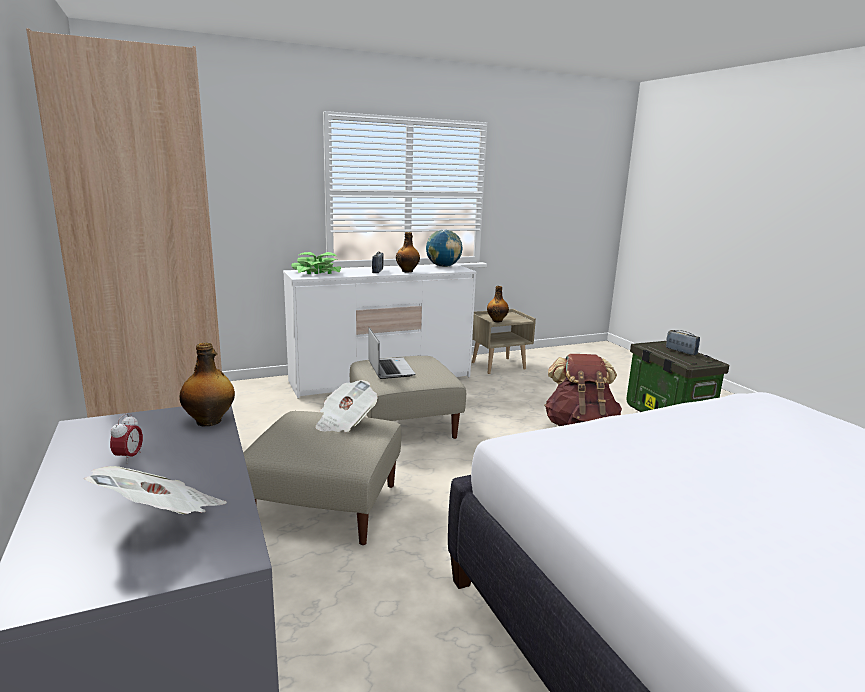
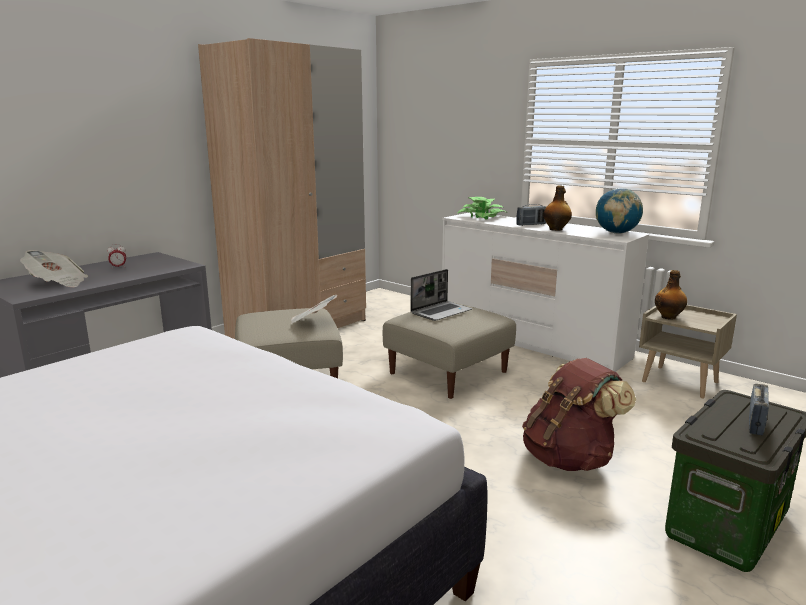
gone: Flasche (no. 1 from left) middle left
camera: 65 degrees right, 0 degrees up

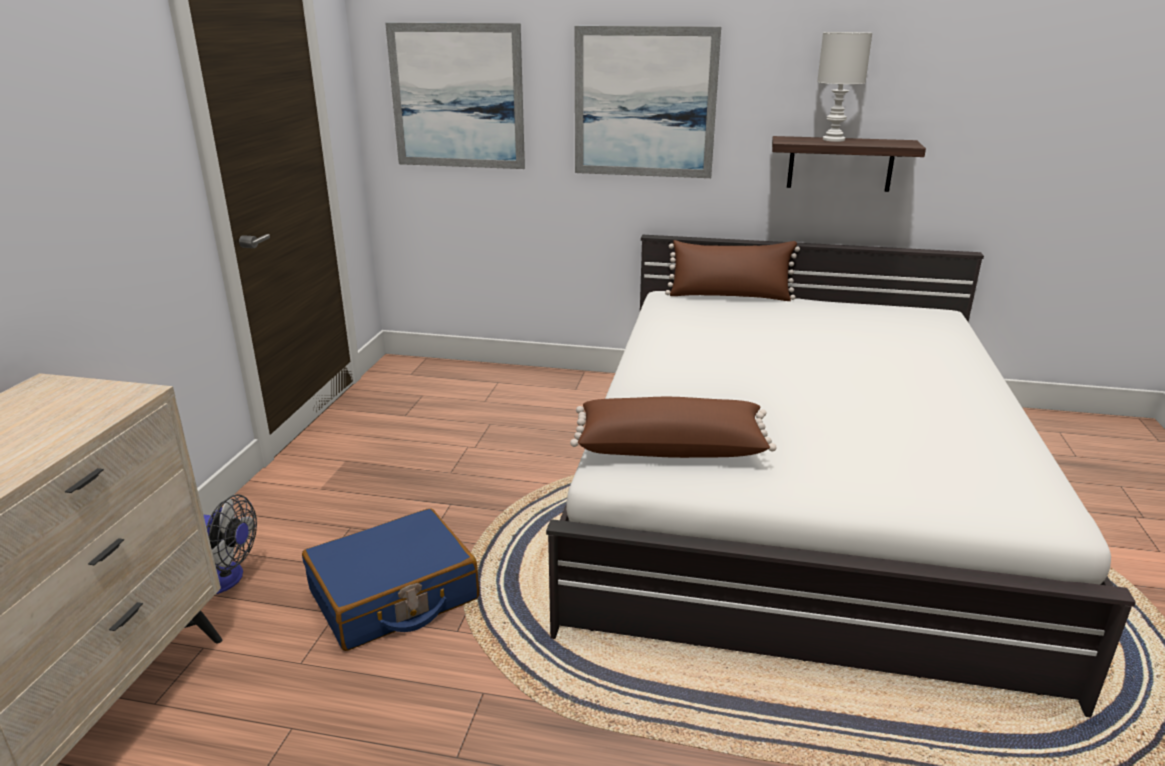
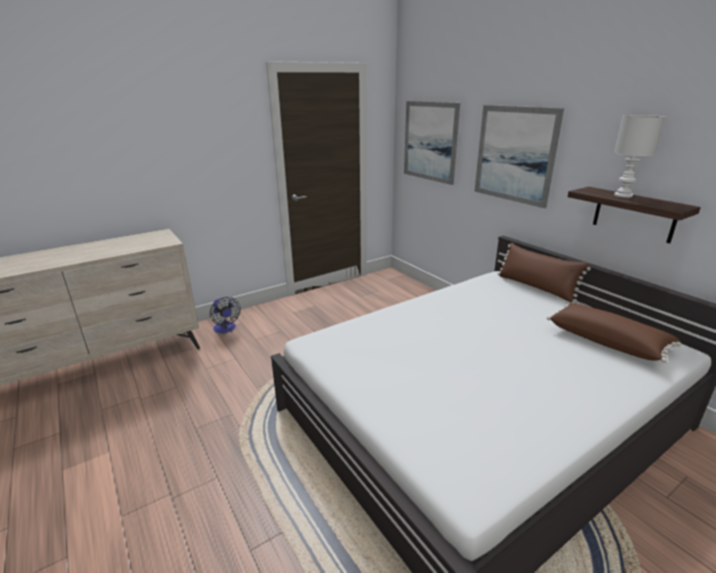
gone: Koffer (blau) bottom centre
shifted: Kissen (braun) (no. 1 from left in the first image) centre to Kissen (braun) (no. 2 from left) middle right
camera: 45 degrees right, 0 degrees up

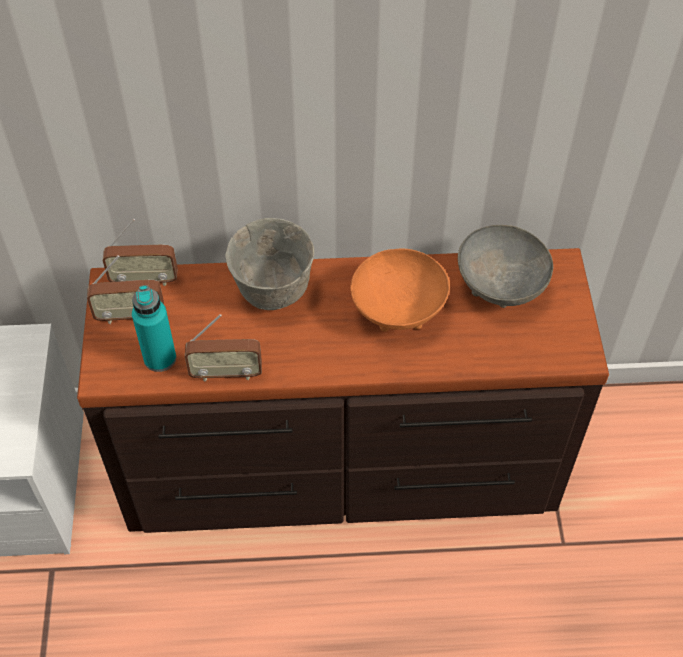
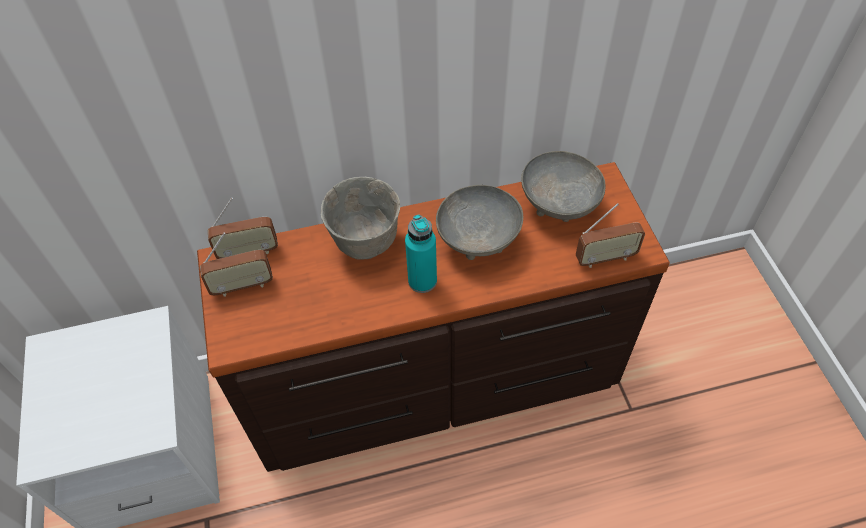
shifted: Flasche (türkis) middle left to centre; Radio (no. 3 from left) middle left to middle right
repainted: Schüssel (orange) centre to Schüssel (grau) (no. 2 from left) centre
camera: 10 degrees left, 0 degrees up

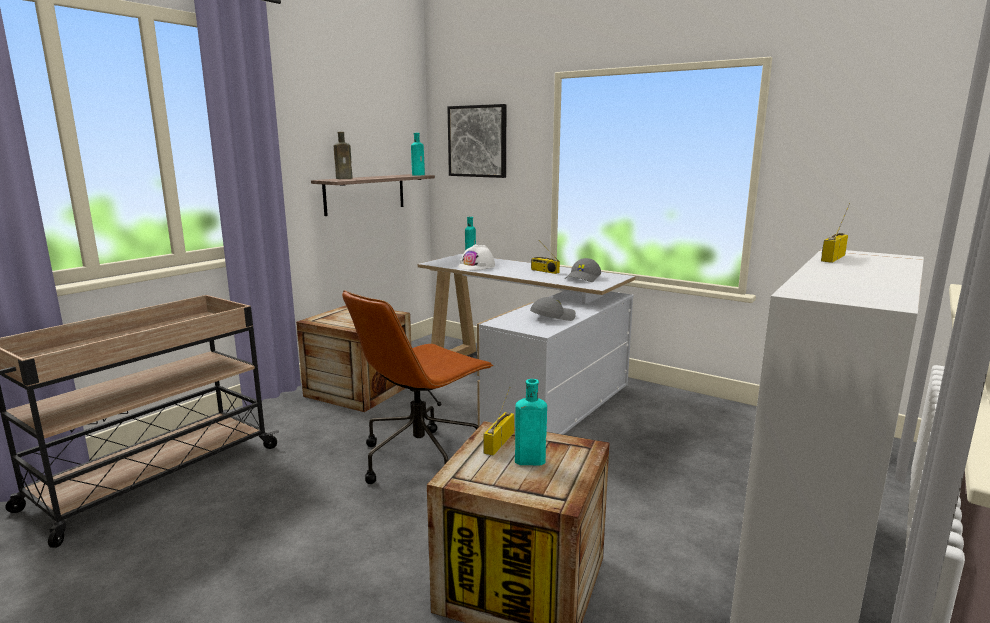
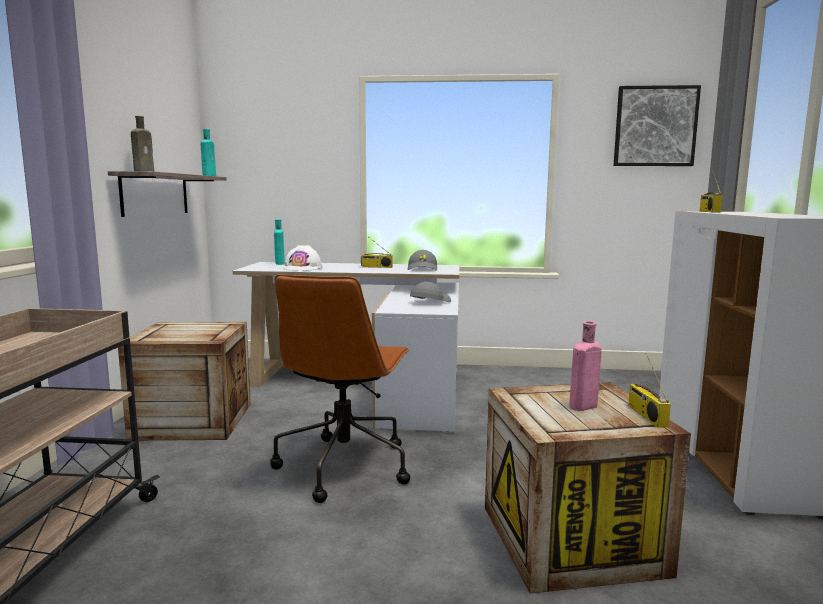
shifted: Bild top centre to top right; Radio (no. 1 from left in the first image) bottom centre to Radio (no. 2 from left) middle right
repainted: Flasche (türkis) (no. 3 from left) bottom centre to Flasche (rosa) middle right
camera: 30 degrees left, 5 degrees down

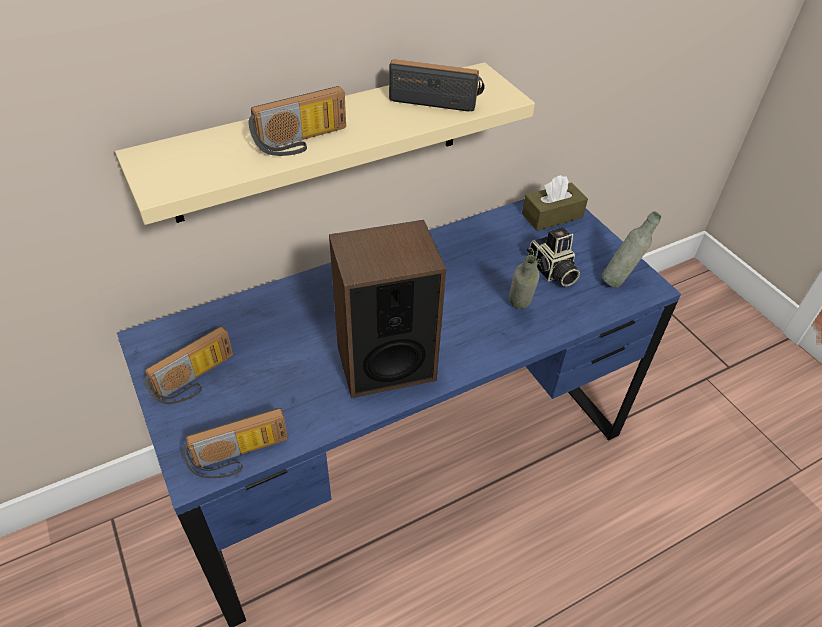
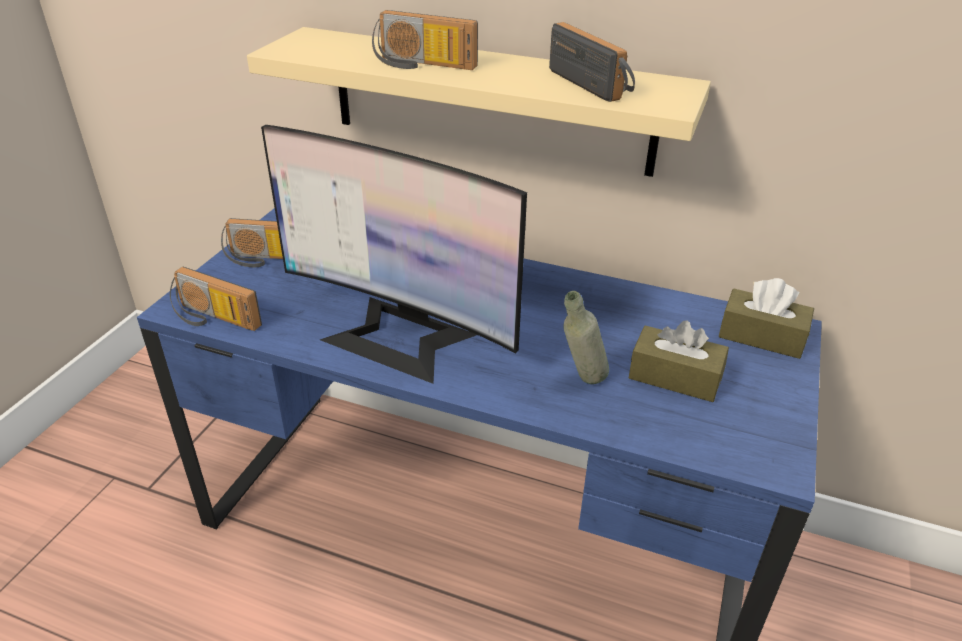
gone: Flasche (grau) (no. 2 from left) middle right
swapped: Lautsprecher centre to Monitor centre; Kamera middle right to Taschentuchbox (braun) (no. 1 from left) middle right
camera: 50 degrees right, 10 degrees down

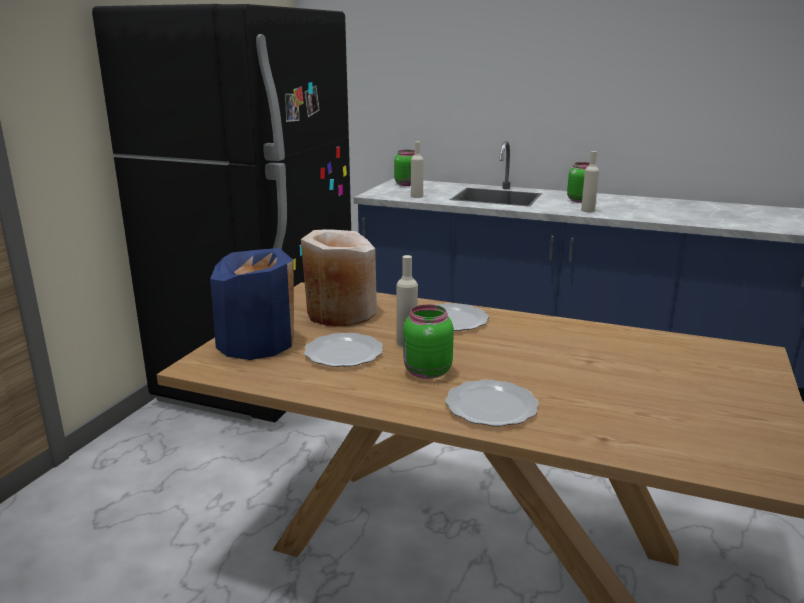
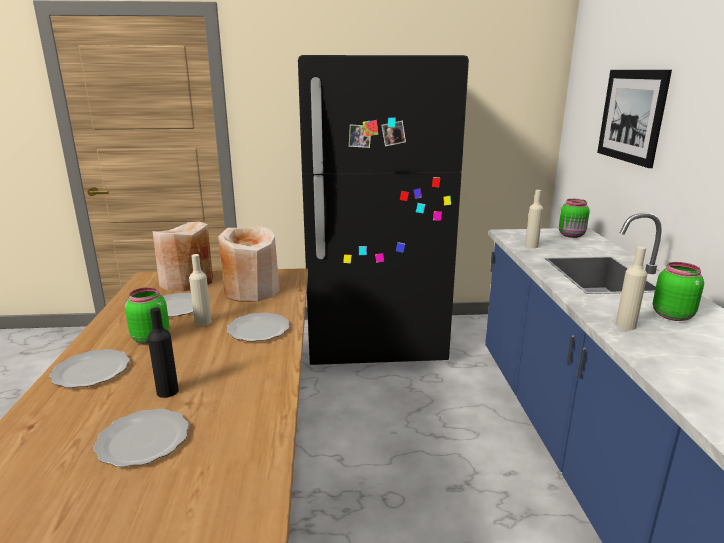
new: Teller (no. 2 from left) bottom left; Flasche (schwarz) middle left; Bild top right
repainted: Vase (blau) middle left to Vase (beige) (no. 1 from left) middle left
camera: 65 degrees right, 0 degrees up

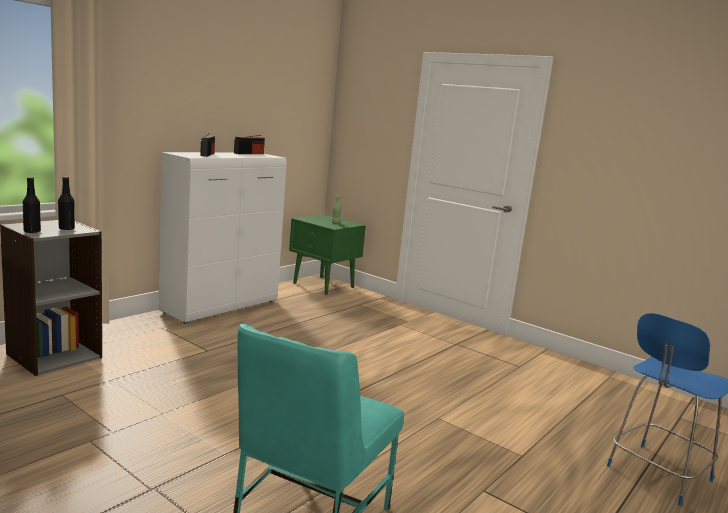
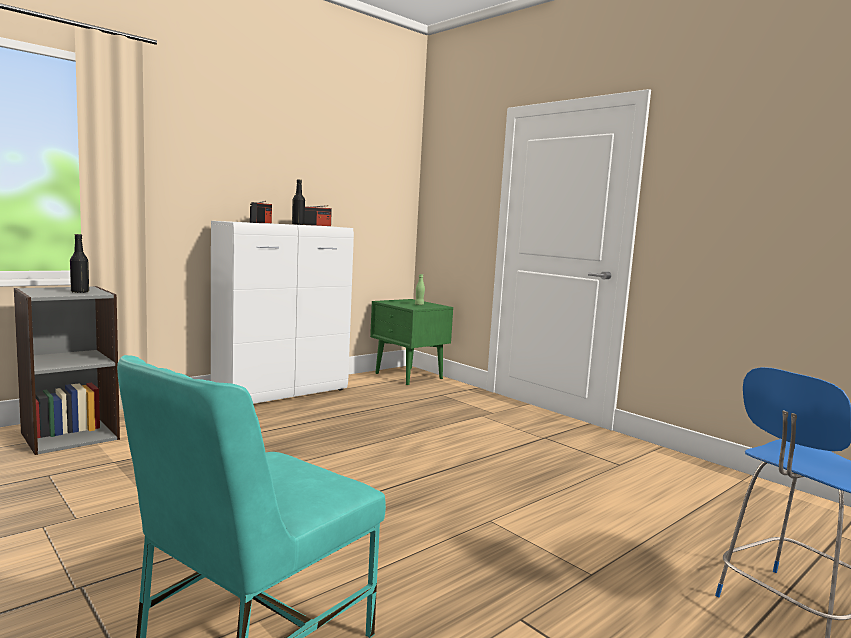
shifted: Flasche (schwarz) (no. 1 from left in the first image) middle left to Flasche (schwarz) (no. 2 from left) top centre
camera: 10 degrees right, 5 degrees down

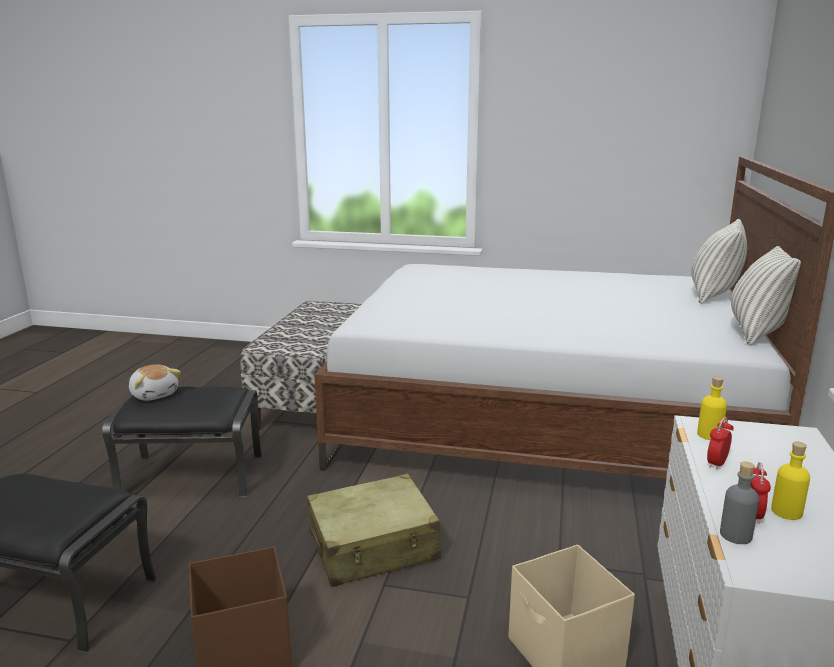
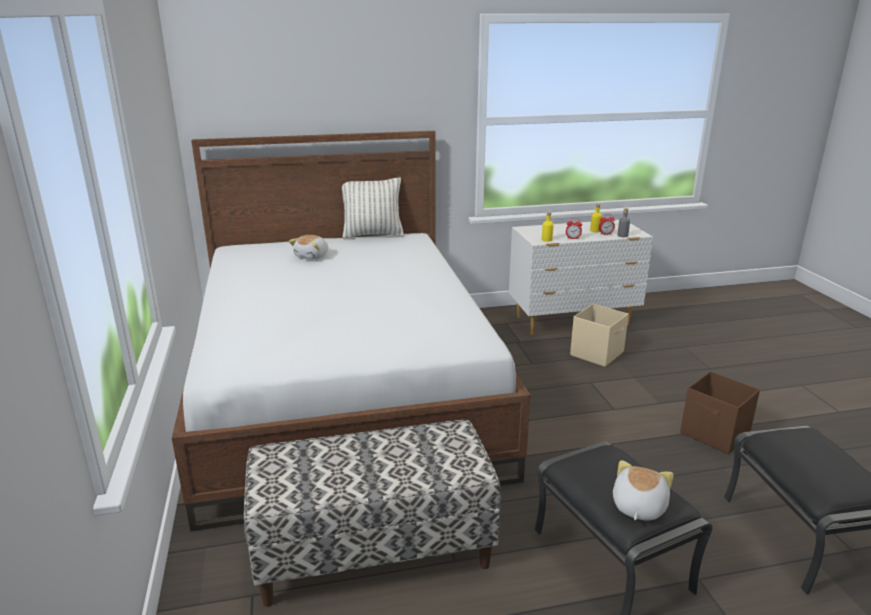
gone: Koffer (beige) bottom centre; Kissen (no. 1 from left) middle right
new: Plüschtier (no. 1 from left) centre
camera: 115 degrees left, 5 degrees up

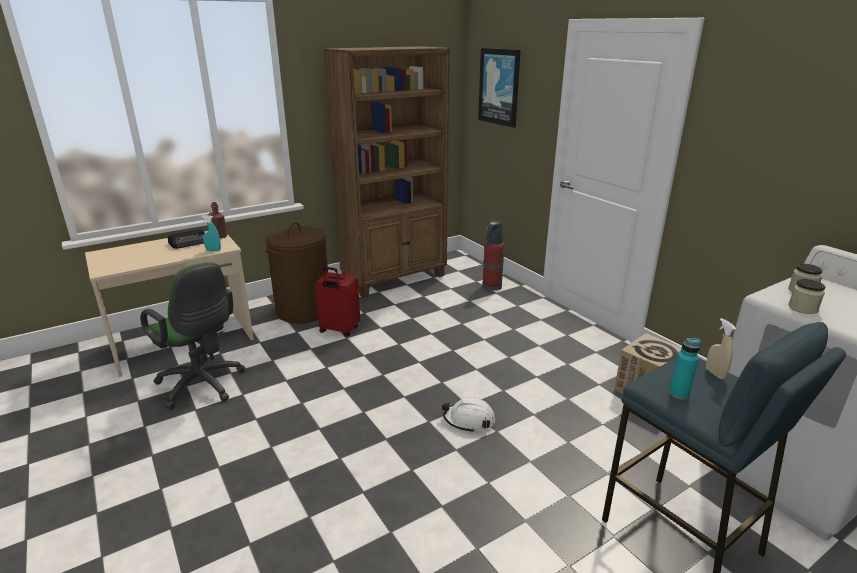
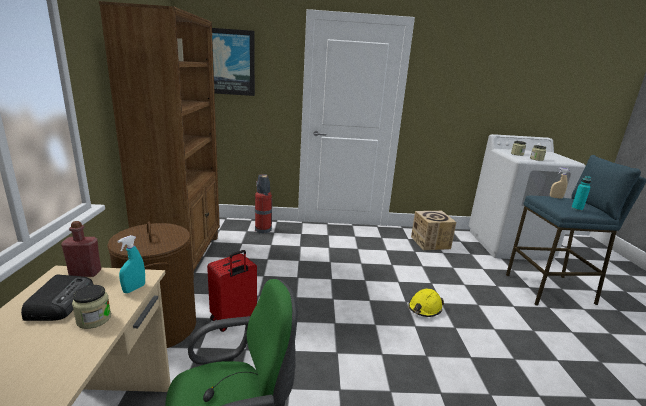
new: Vorratsglas (no. 1 from left) bottom left
repainted: Schutzhelm (weiß) bottom centre to Schutzhelm (gelb) bottom centre
camera: 60 degrees left, 5 degrees down

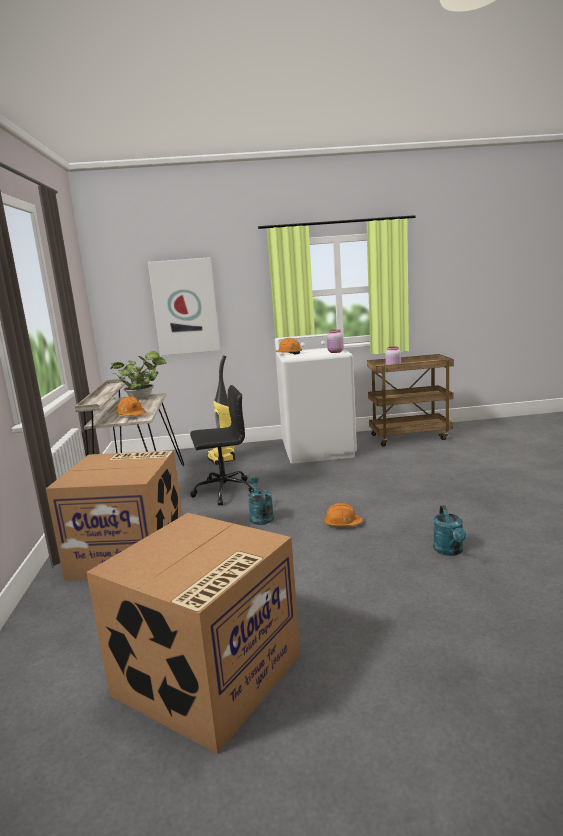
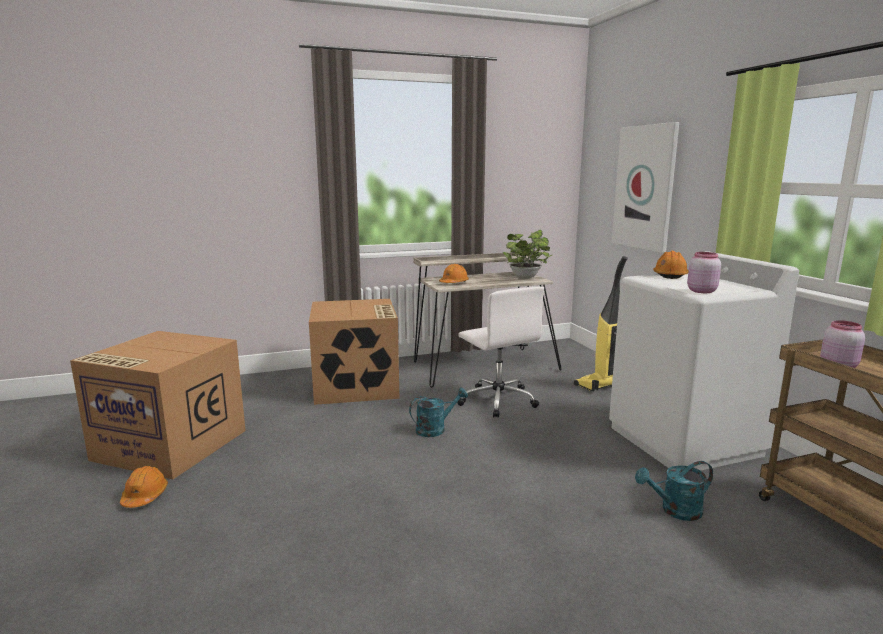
shifted: Schutzhelm (orange) (no. 3 from left in the first image) centre to Schutzhelm (orange) (no. 1 from left) bottom left; Gießkanne (türkis) (no. 2 from left) middle right to bottom right
repainted: Bürostuhl (schwarz) centre to Bürostuhl (weiß) centre
camera: 75 degrees right, 0 degrees up

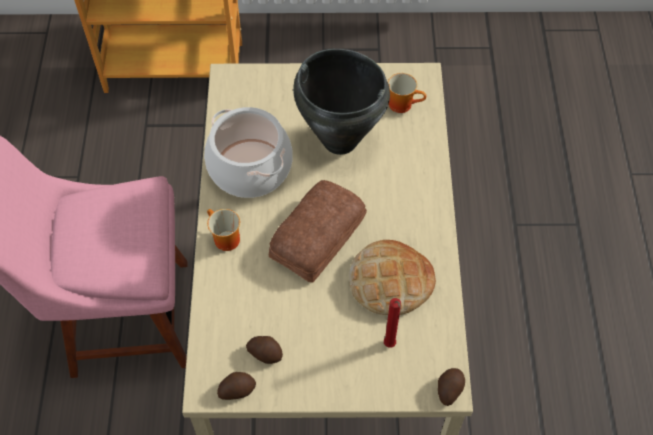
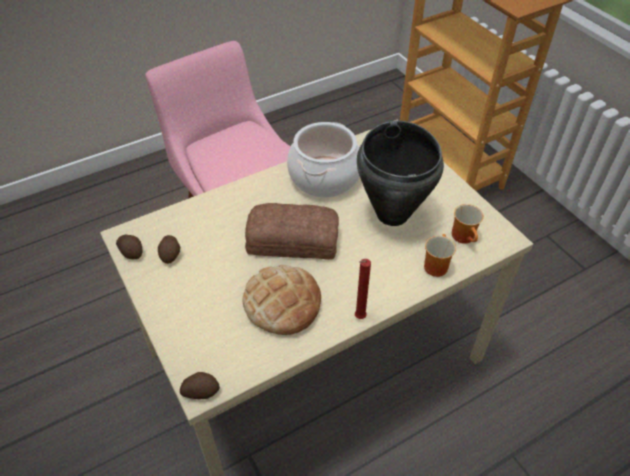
shifted: Henkelbecher (no. 1 from left) centre to middle right; Kerze (rot) bottom centre to centre
camera: 60 degrees right, 10 degrees down

